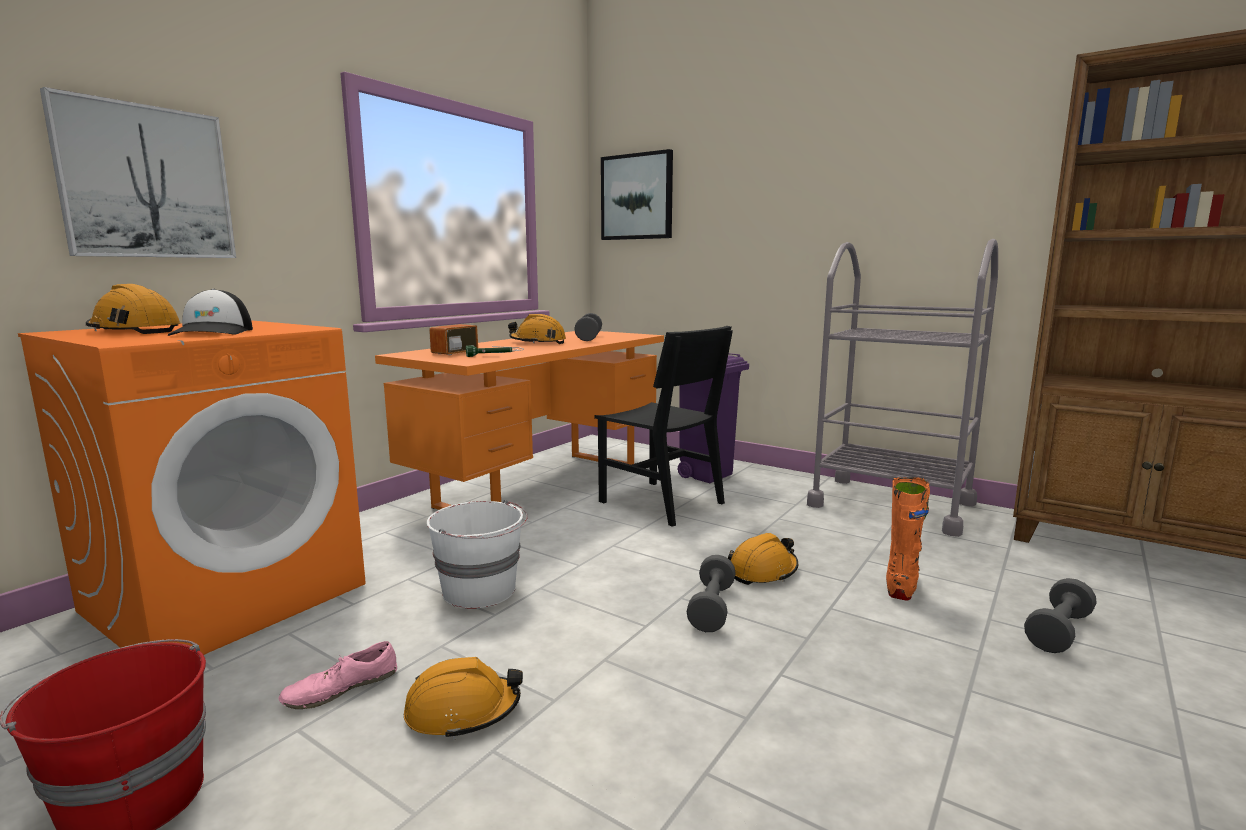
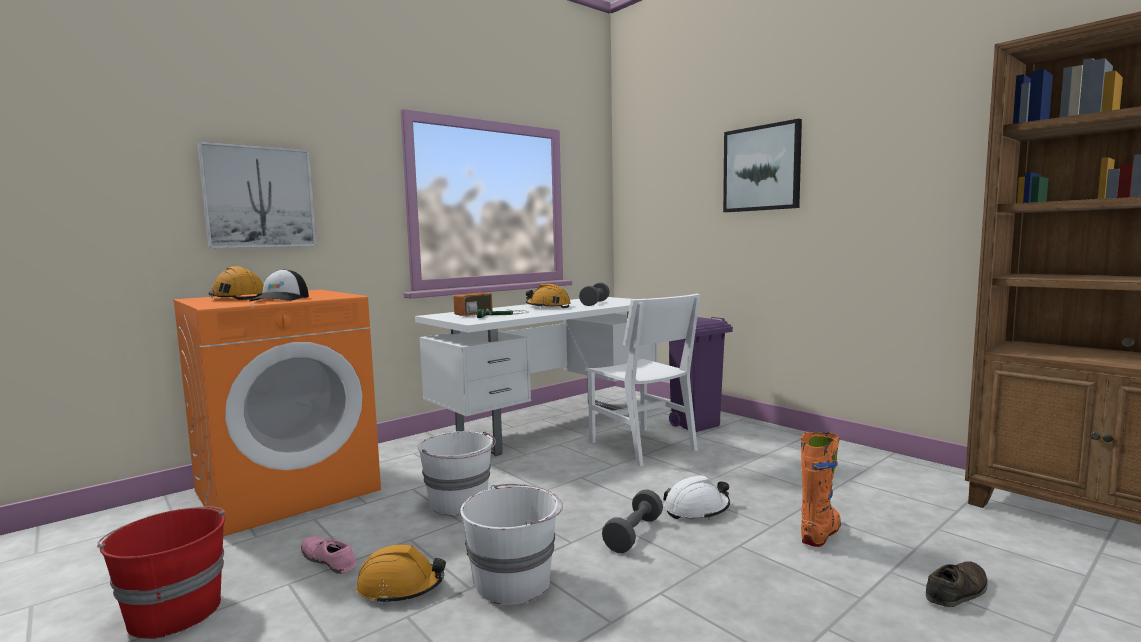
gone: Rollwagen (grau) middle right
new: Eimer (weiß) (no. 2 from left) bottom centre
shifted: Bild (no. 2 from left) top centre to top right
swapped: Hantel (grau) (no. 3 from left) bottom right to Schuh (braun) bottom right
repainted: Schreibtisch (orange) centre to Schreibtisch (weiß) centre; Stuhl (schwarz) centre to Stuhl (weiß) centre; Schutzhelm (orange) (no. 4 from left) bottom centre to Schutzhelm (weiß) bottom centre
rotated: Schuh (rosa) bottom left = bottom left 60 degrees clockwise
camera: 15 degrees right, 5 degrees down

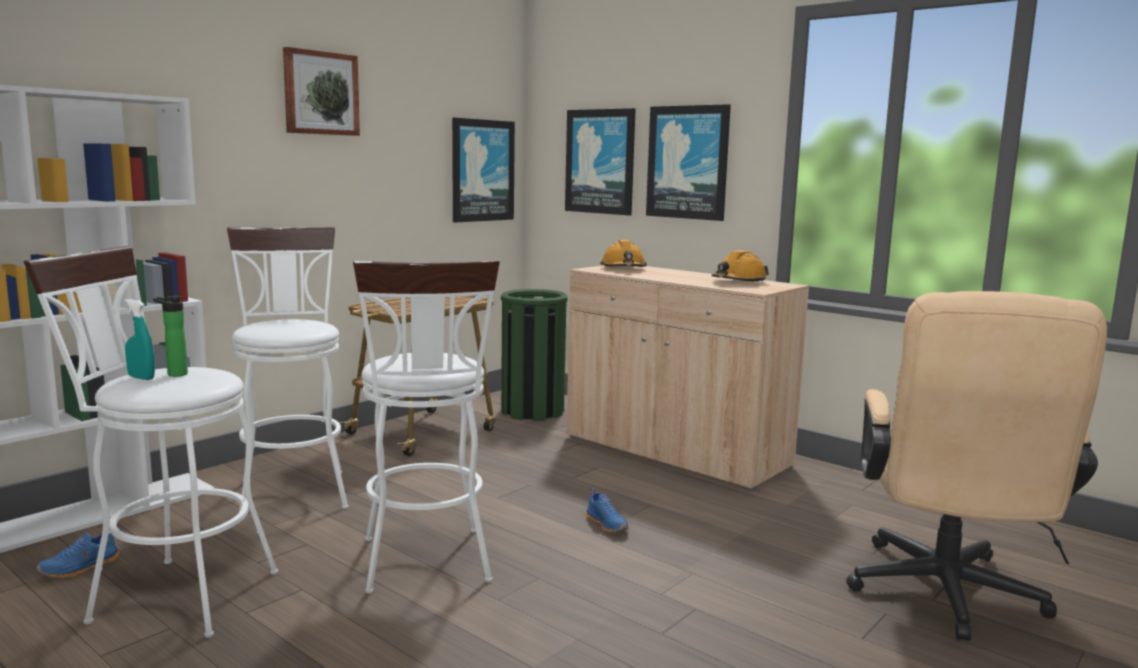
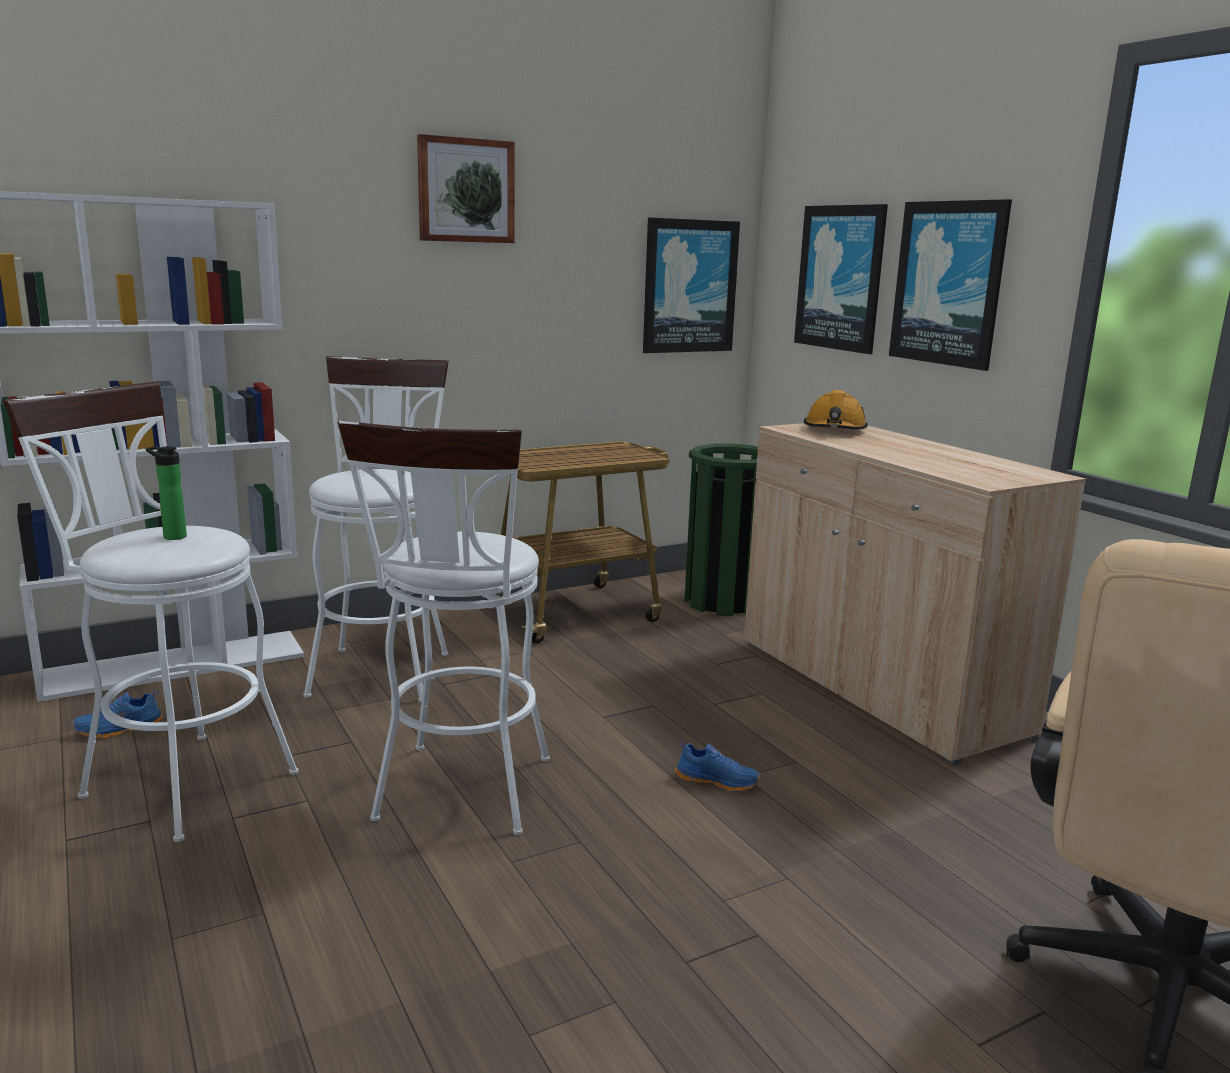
gone: Sprühflasche (türkis) middle left; Schutzhelm (orange) (no. 2 from left) centre
rotated: Schuh (blau) (no. 2 from left) bottom centre = bottom centre 60 degrees counterclockwise
camera: 20 degrees right, 5 degrees up

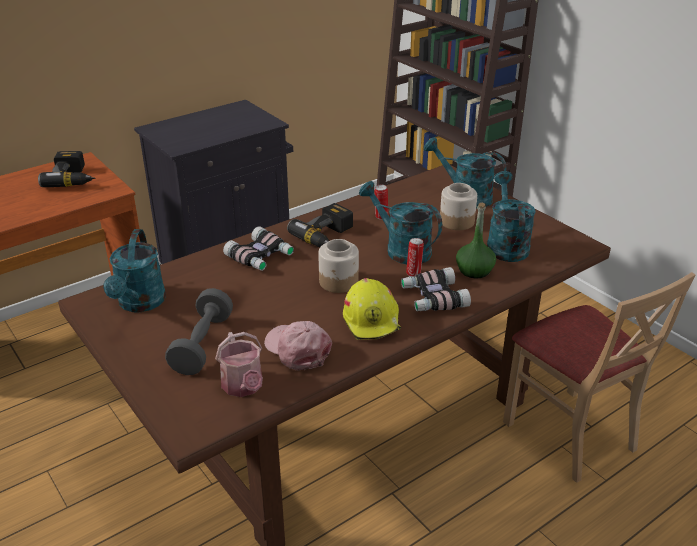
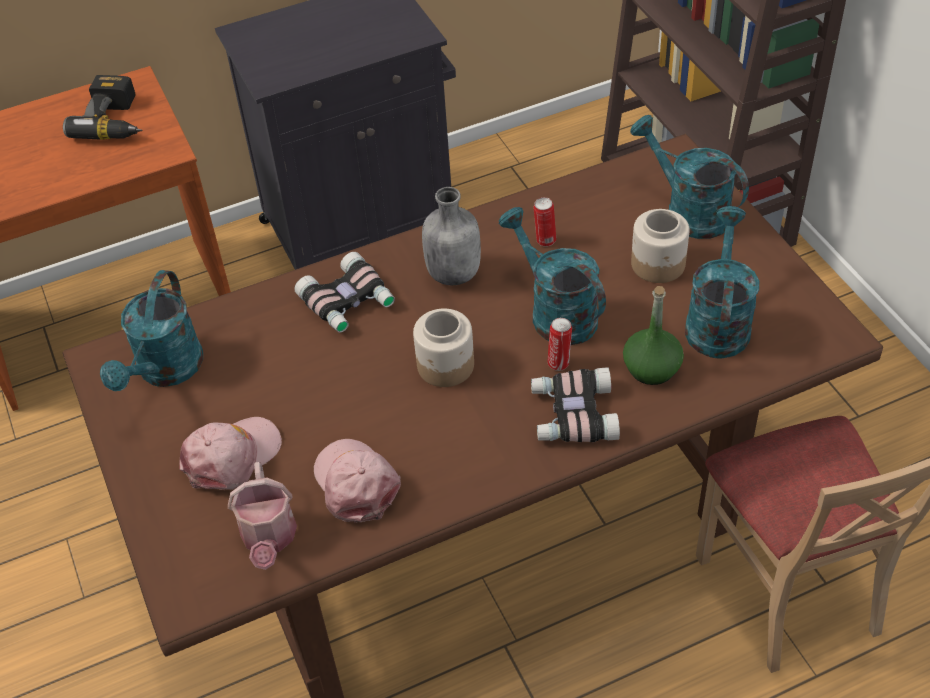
gone: Schutzhelm (gelb) centre
swapped: Hantel (grau) middle left to Kappe (rosa) (no. 1 from left) middle left; Bohrmaschine (no. 2 from left) centre to Flasche (grau) centre
camera: 15 degrees right, 15 degrees up

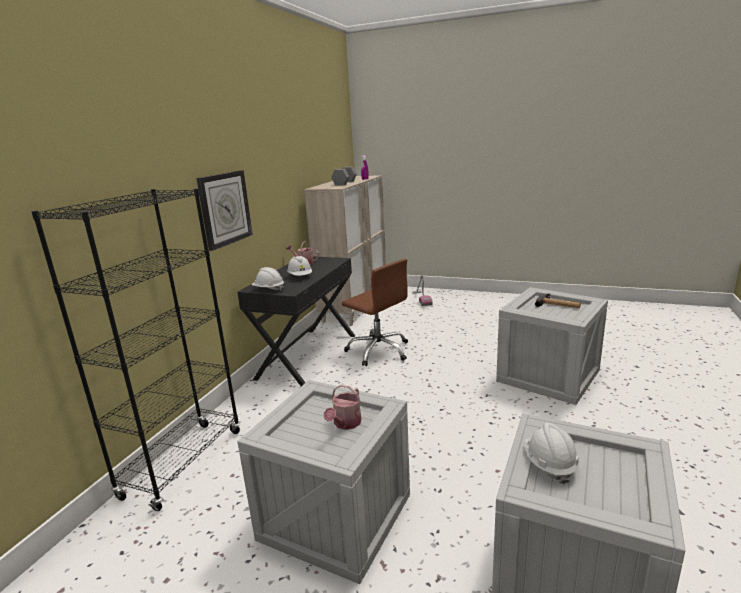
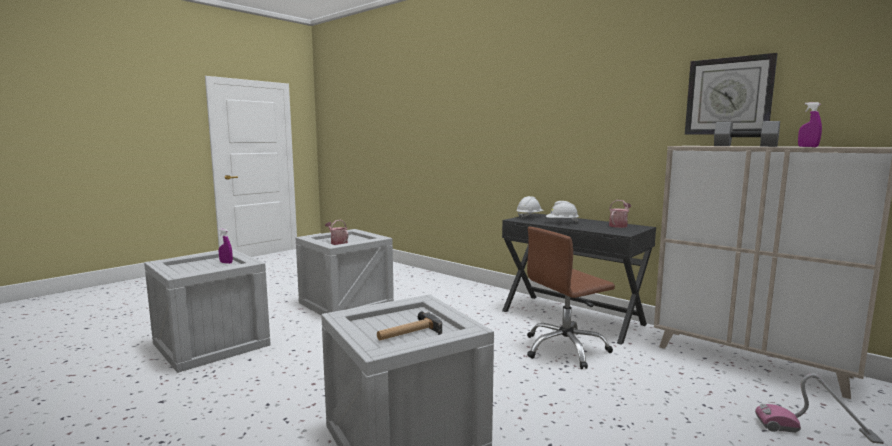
gone: Bücherregal (schwarz) middle left
shifted: Wanduhr middle left to top right
swapped: Schutzhelm (weiß) (no. 3 from left) bottom right to Sprühflasche (lila) (no. 1 from left) middle left
camera: 110 degrees right, 10 degrees down

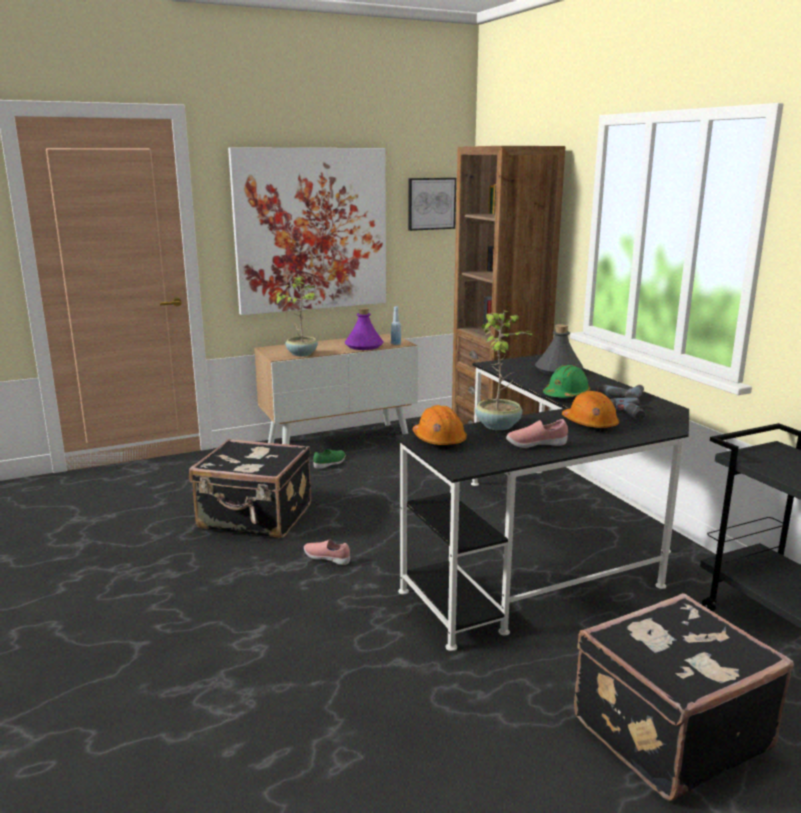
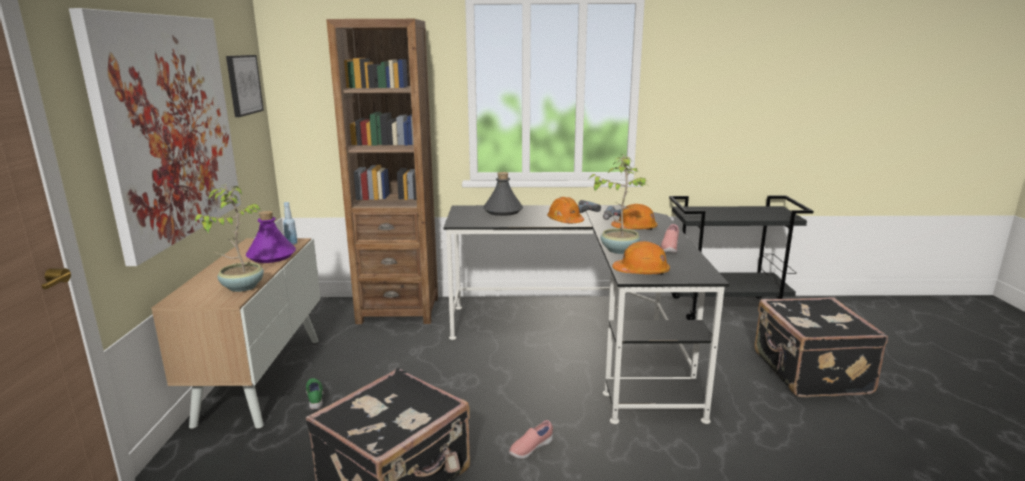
repainted: Schutzhelm (grün) middle right to Schutzhelm (orange) (no. 1 from left) centre
camera: 65 degrees left, 0 degrees up

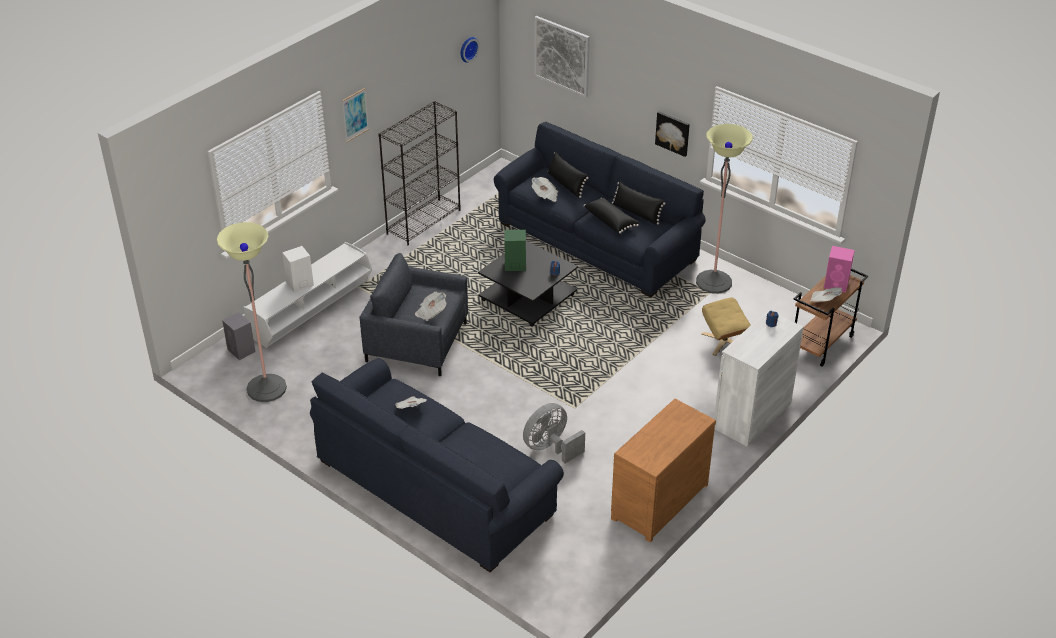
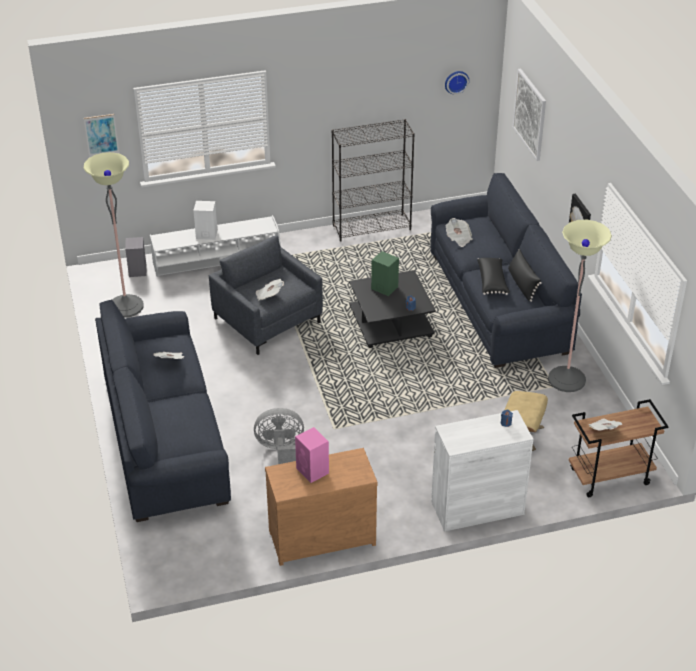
gone: Kissen (schwarz) (no. 1 from left) top centre
shifted: Bild (no. 1 from left) top centre to top left; Lautsprecher (rosa) middle right to bottom centre
camera: 35 degrees right, 0 degrees up

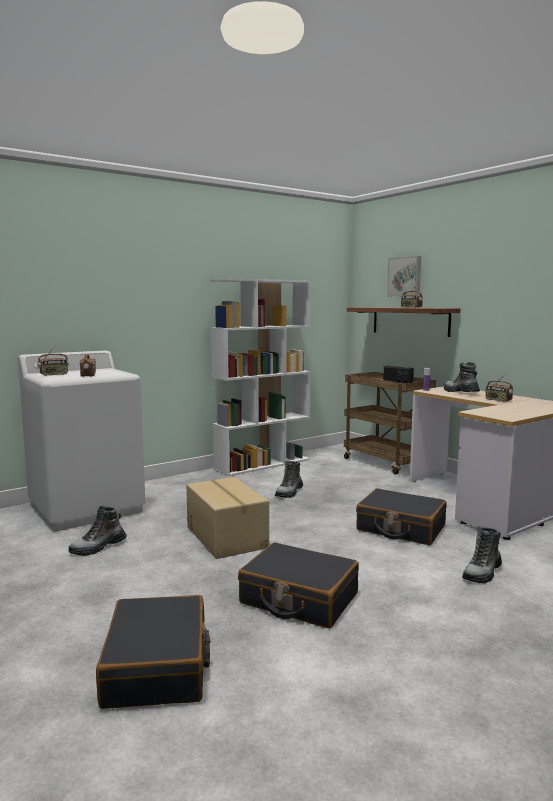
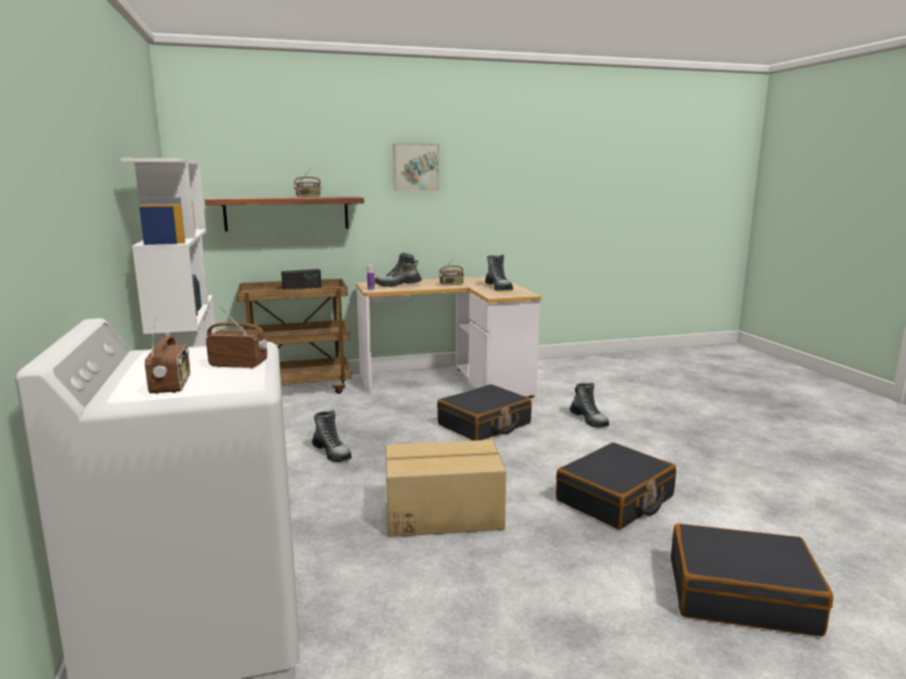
shifted: Stiefel (no. 1 from left in the first image) middle left to Stiefel (no. 3 from left) centre; Bild middle right to top centre
camera: 70 degrees left, 5 degrees up

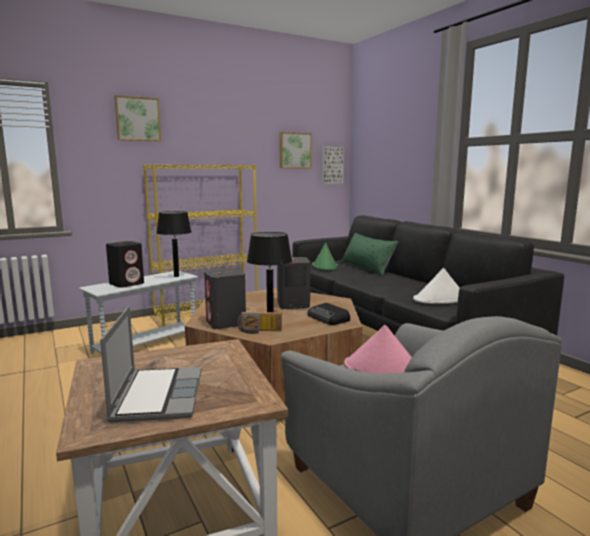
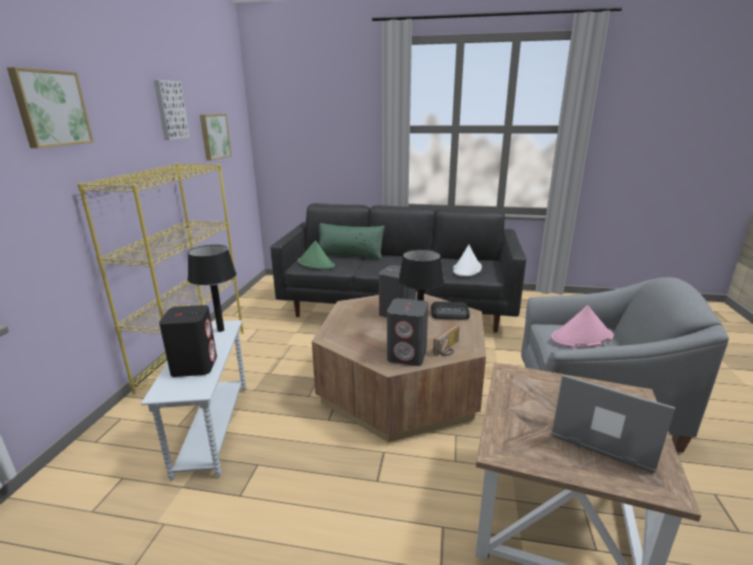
shifted: Bild (no. 3 from left in the first image) top centre to Bild (no. 2 from left) top left
camera: 50 degrees left, 10 degrees up

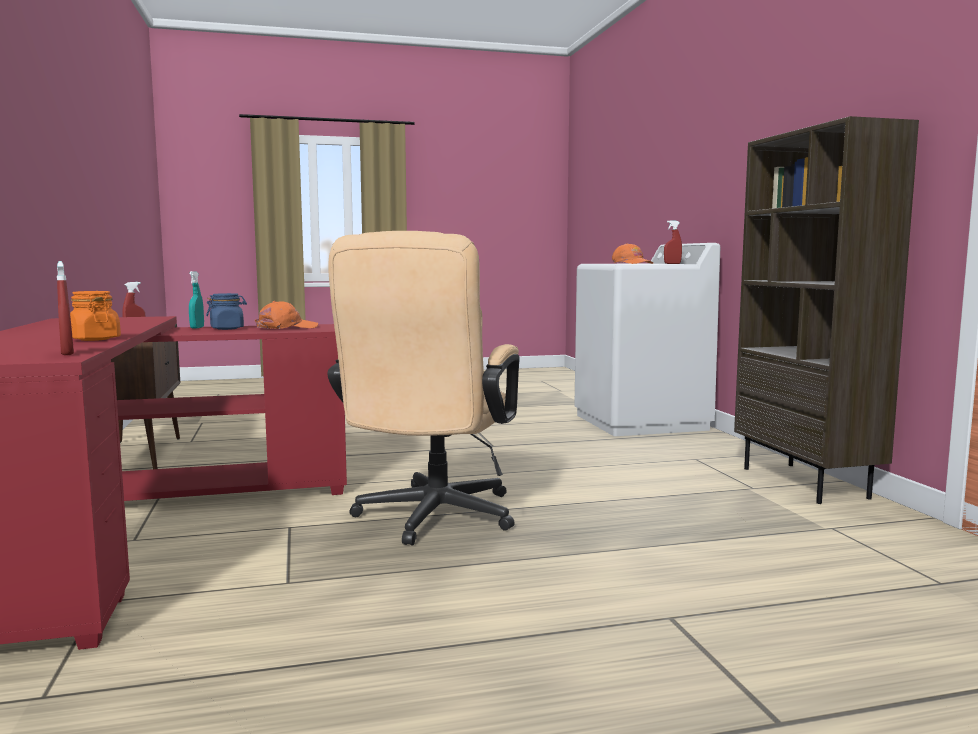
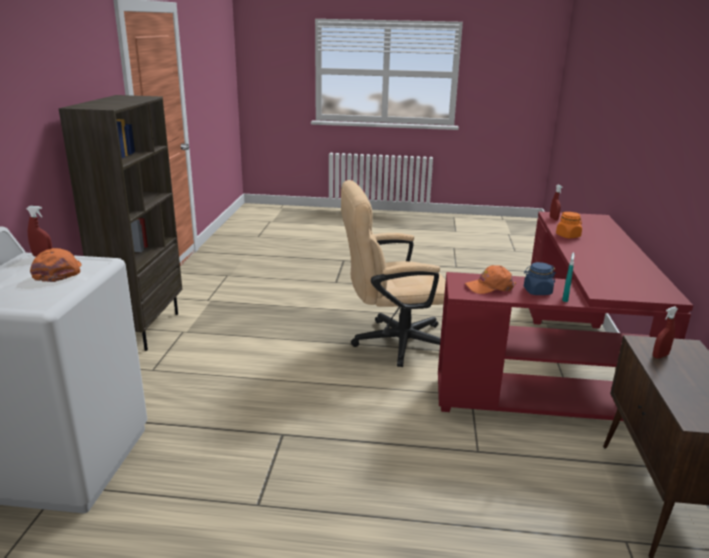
rotated: Bürostuhl (beige) centre = centre 135 degrees counterclockwise
camera: 160 degrees left, 15 degrees up

